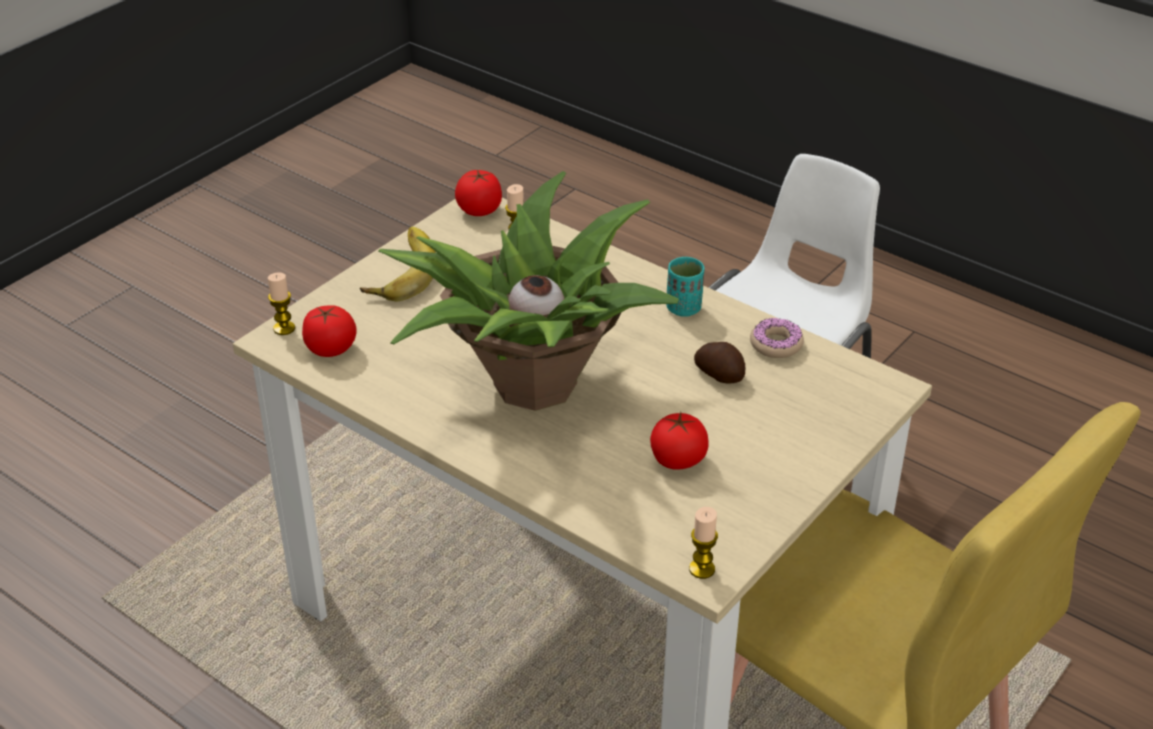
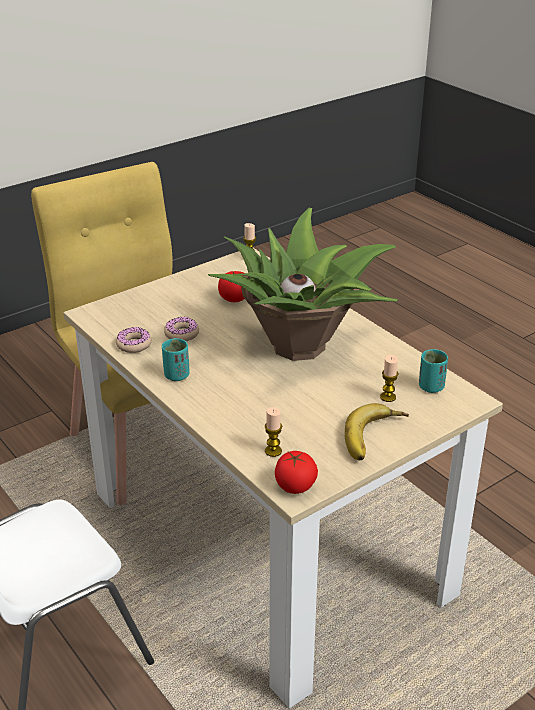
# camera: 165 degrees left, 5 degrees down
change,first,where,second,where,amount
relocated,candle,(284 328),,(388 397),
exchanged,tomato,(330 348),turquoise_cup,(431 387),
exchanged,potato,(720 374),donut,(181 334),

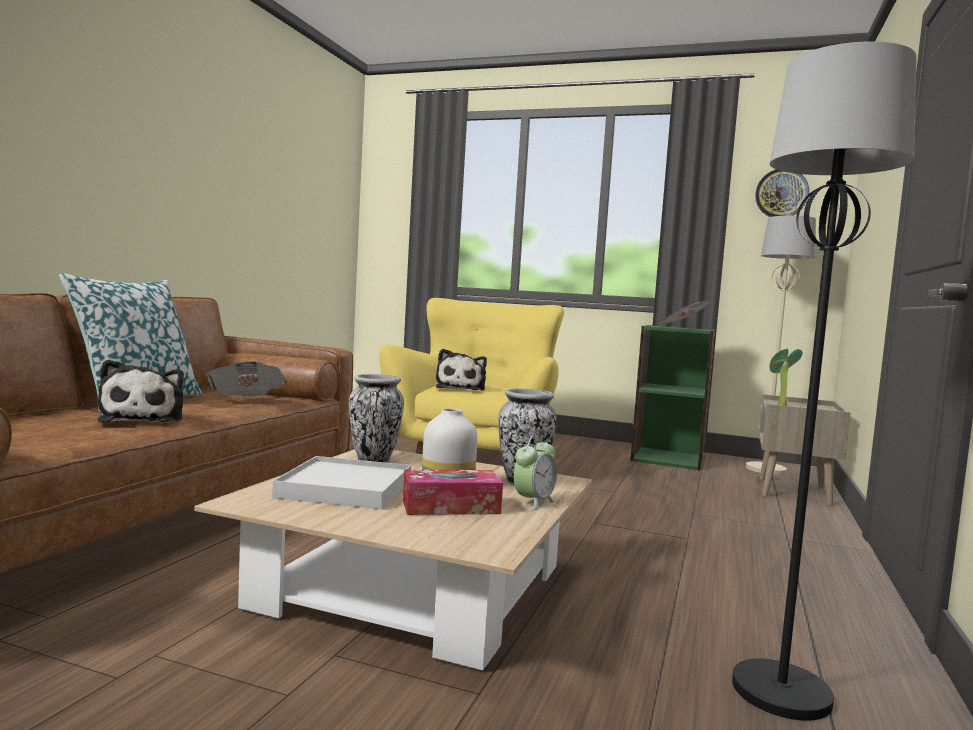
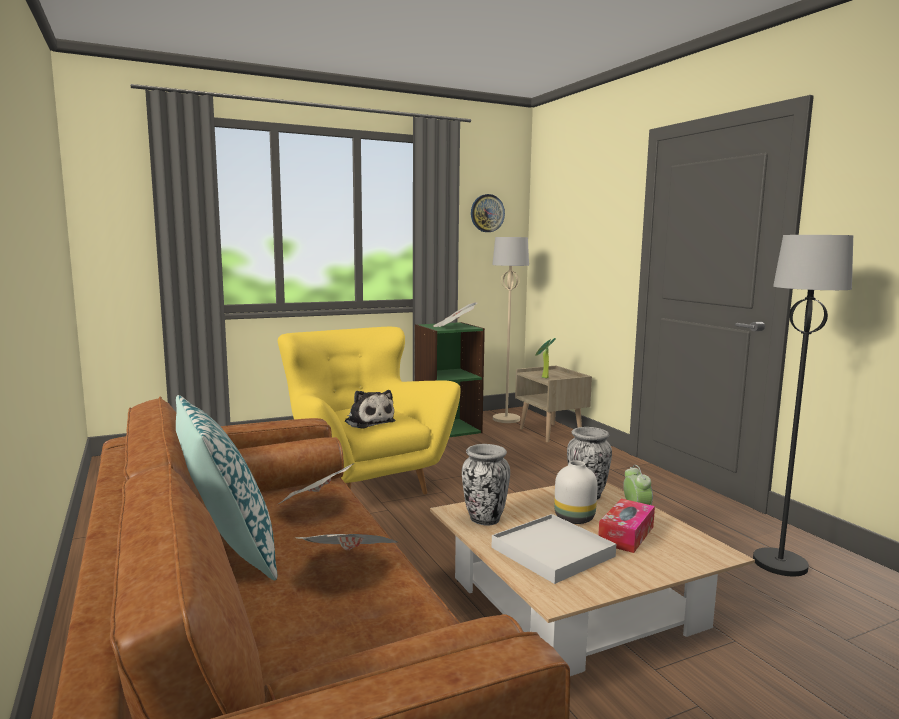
# camera: 45 degrees left, 5 degrees up
change,first,where,second,where,amount
exchanged,plush_toy,(144 418),newspaper,(350 565),

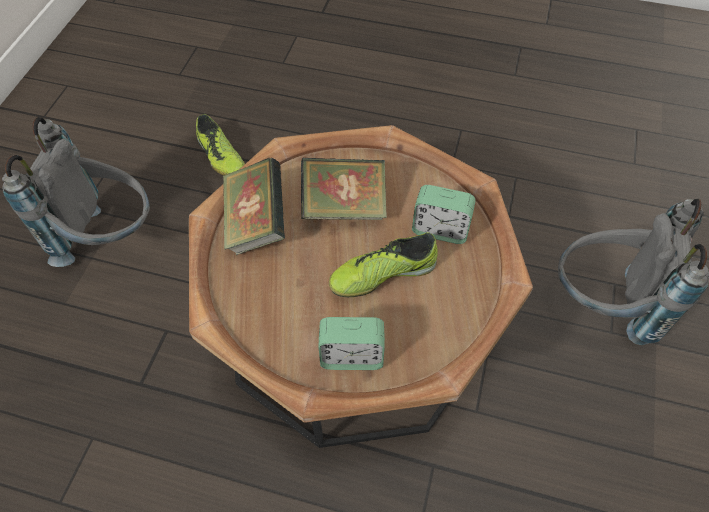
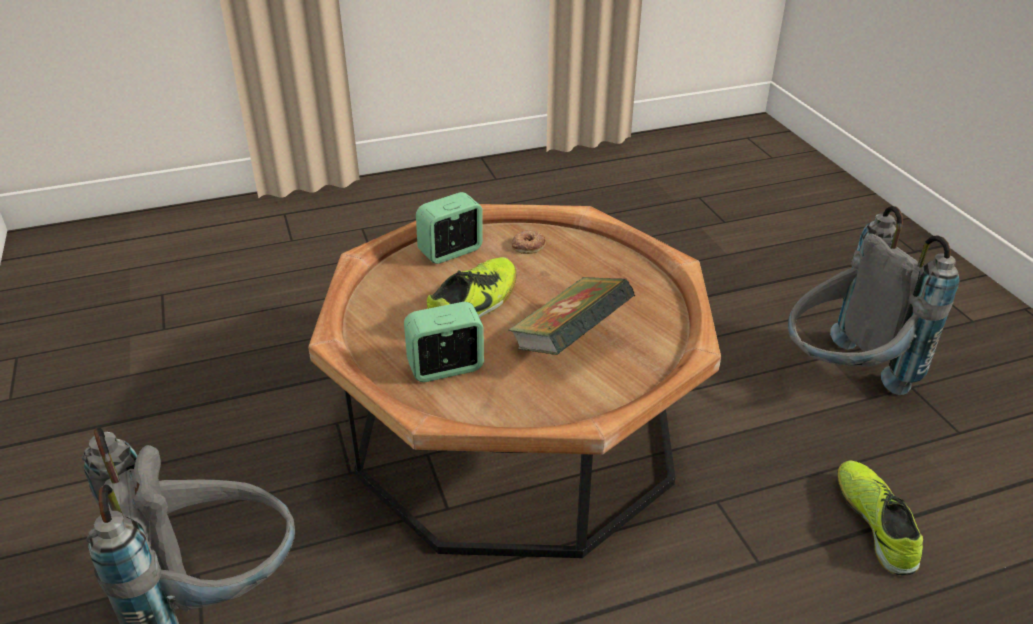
# camera: 145 degrees right, 20 degrees down
change,first,where,second,where,amount
missing,book,(256 223),,,
appeared,,,donut,(528 245),
spun,shoe,(221 156),,(875 523),60 degrees clockwise

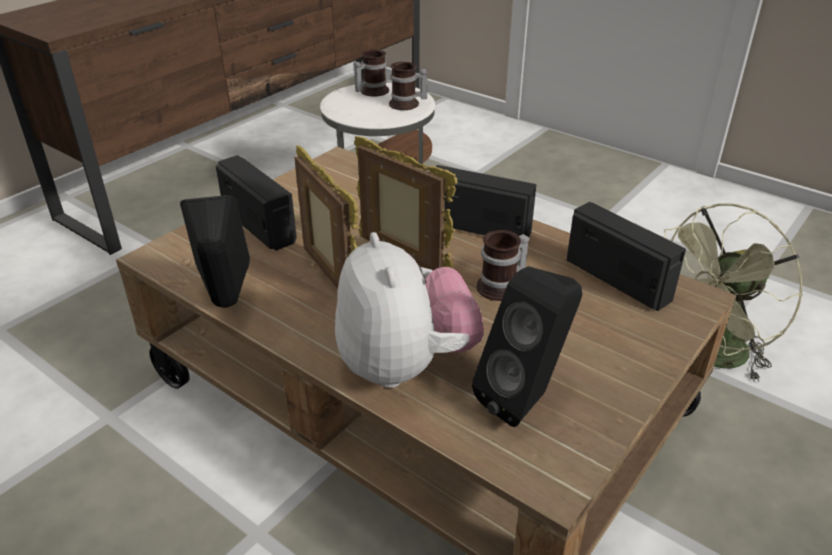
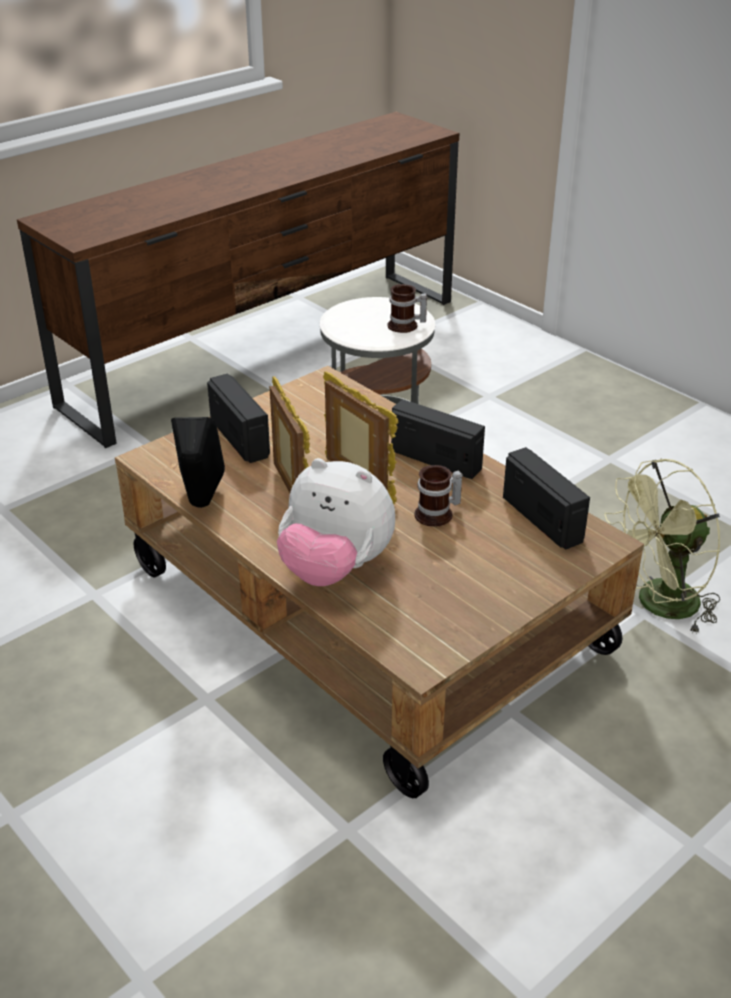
# camera: 10 degrees right, 0 degrees up
change,first,where,second,where,amount
missing,mug,(371 91),,,
missing,black_speaker,(526 399),,,
spun,plush_toy,(405 365),,(335 569),120 degrees clockwise

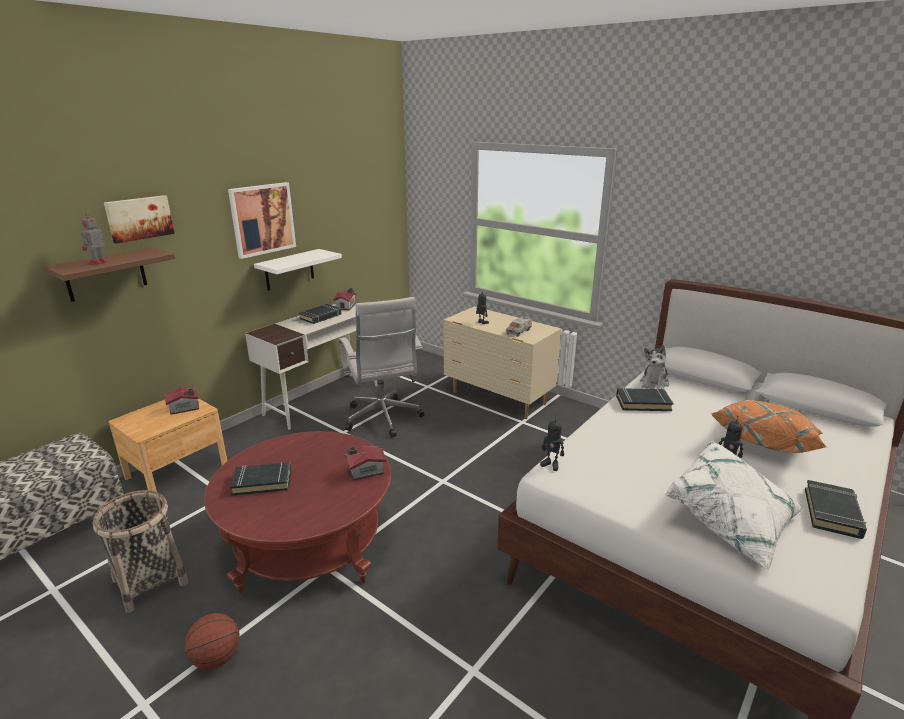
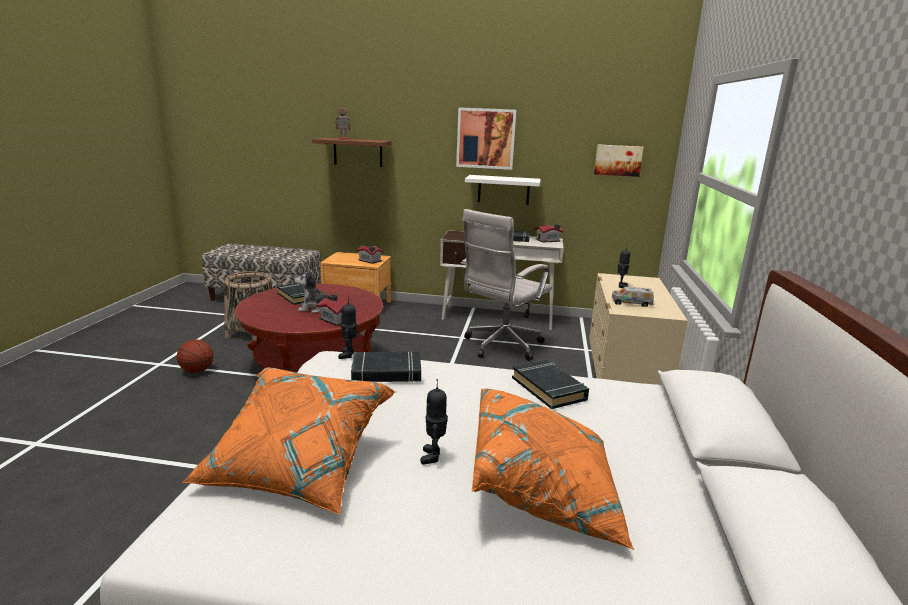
# camera: 60 degrees right, 5 degrees down
change,first,where,second,where,amount
relocated,picture,(139 218),,(618 160),
relocated,plush_toy,(654 383),,(315 308),
relocated,black_book,(832 513),,(386 372),
colour,white_pillow,(731 522),orange_pillow,(296 465),

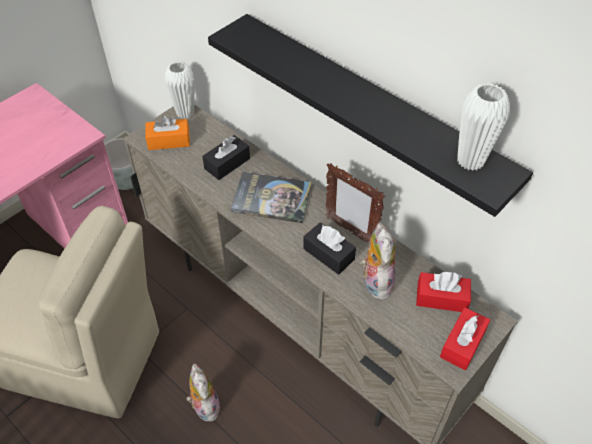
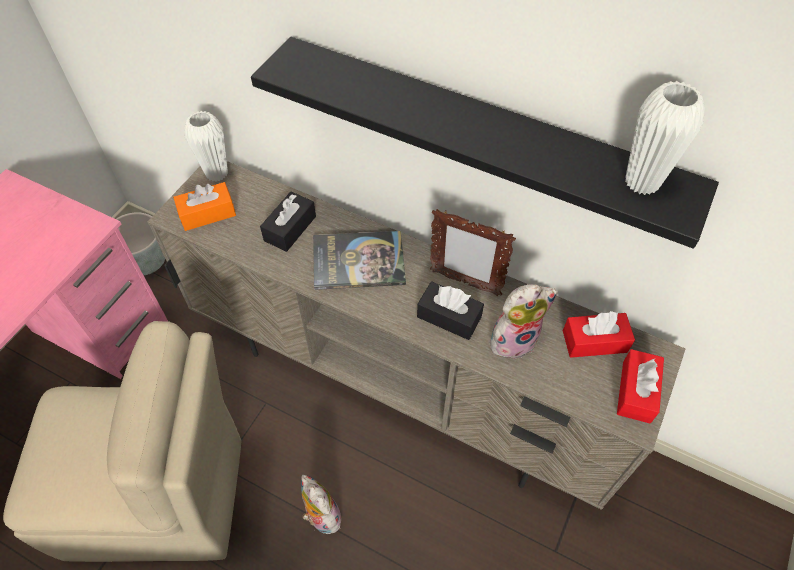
# camera: 15 degrees left, 5 degrees up
change,first,where,second,where,amount
spun,plush_toy,(375 281),,(513 339),90 degrees clockwise

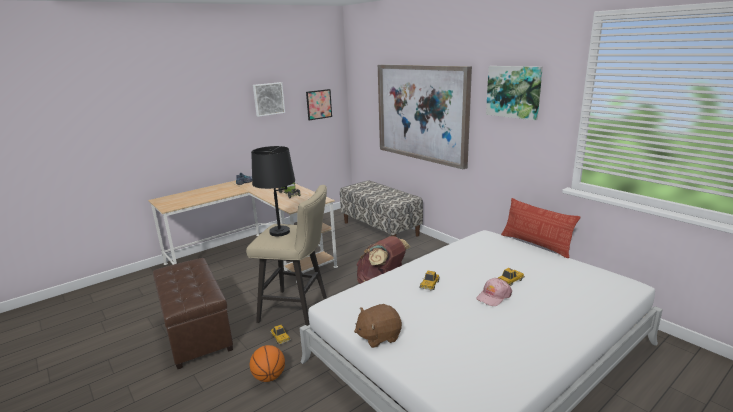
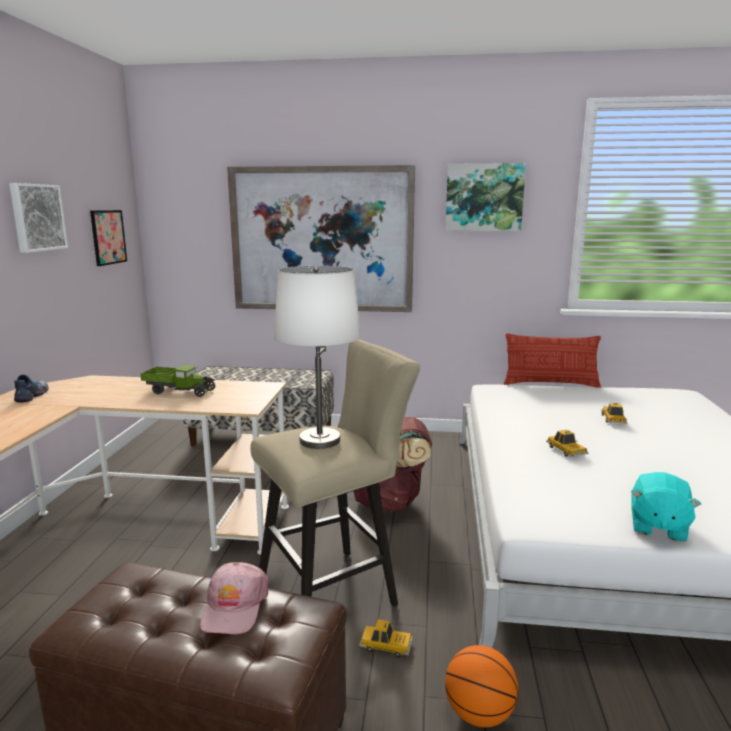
# camera: 45 degrees left, 5 degrees down
change,first,where,second,where,amount
relocated,pink_cap,(493 296),,(234 606),
colour,black_table_lamp,(279 232),white_table_lamp,(320 440),
colour,brown_plush_toy,(378 336),turquoise_plush_toy,(657 527),

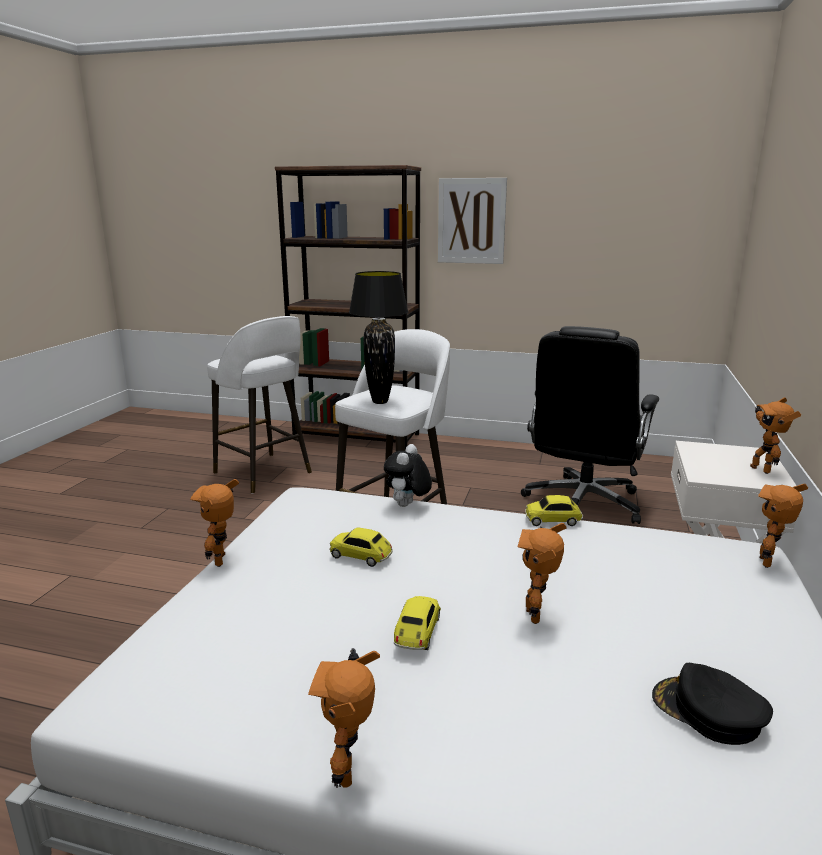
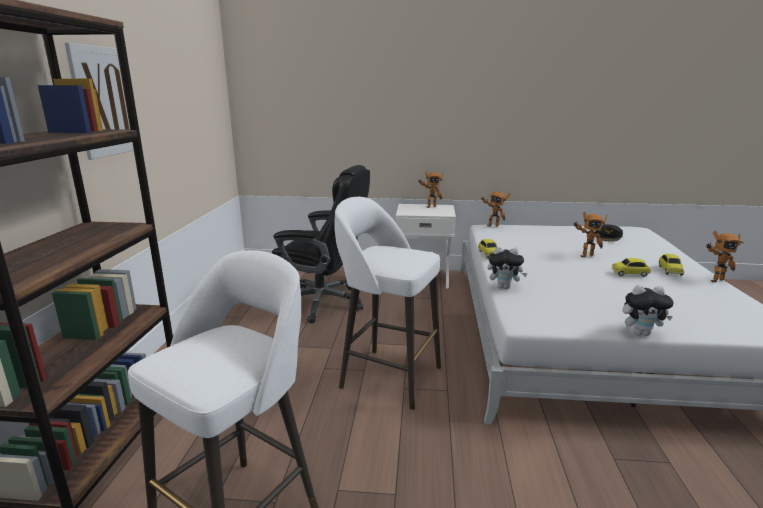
# camera: 100 degrees left, 0 degrees up
change,first,where,second,where,amount
missing,black_table_lamp,(379 402),,,
relocated,toy_car,(361 556),,(669 270),
exchanged,toy_robot,(225 560),plush_toy,(641 333),

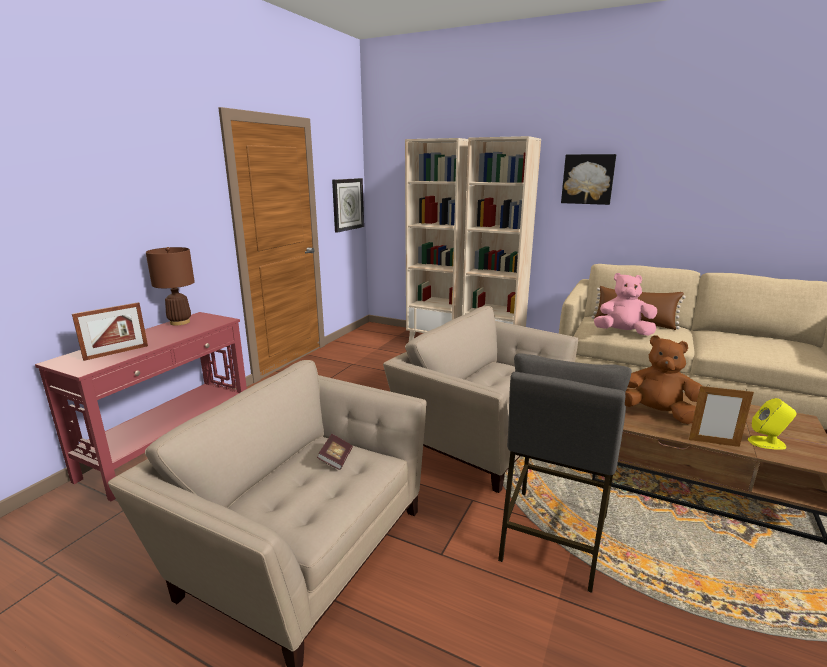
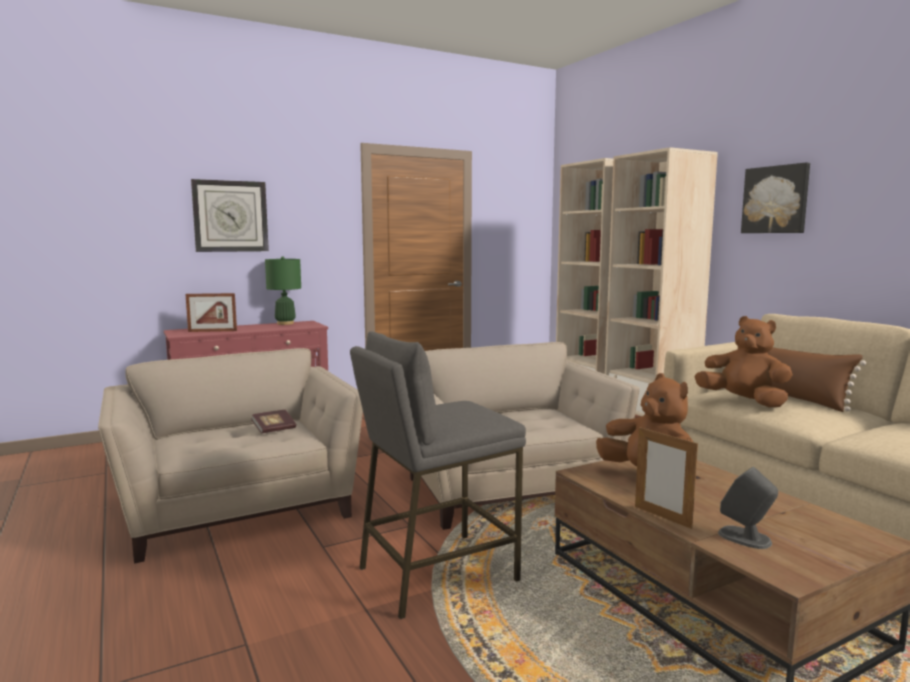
# camera: 35 degrees right, 10 degrees down
change,first,where,second,where,amount
relocated,wall_clock,(347 204),,(230 216),
colour,brown_table_lamp,(180 322),green_table_lamp,(285 323),
colour,pink_plush_toy,(623 333),brown_plush_toy,(743 401),
colour,yellow_speaker,(767 443),grey_speaker,(745 538),

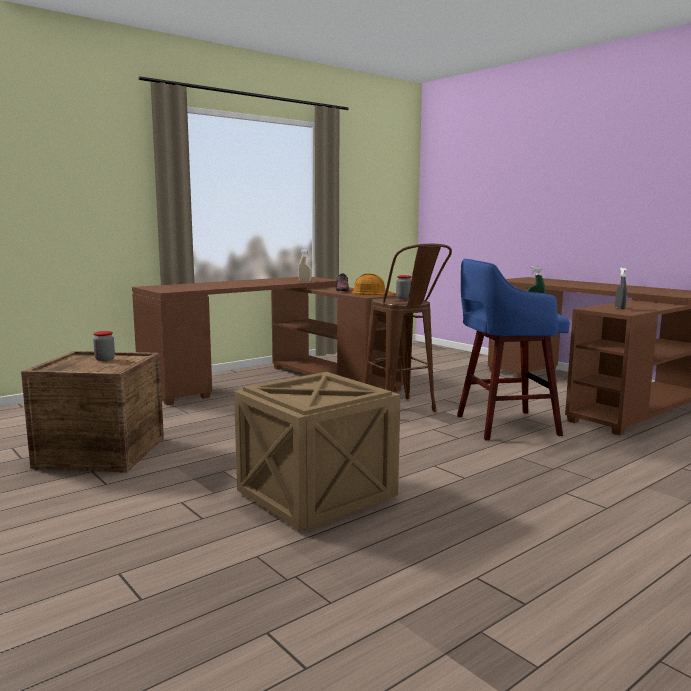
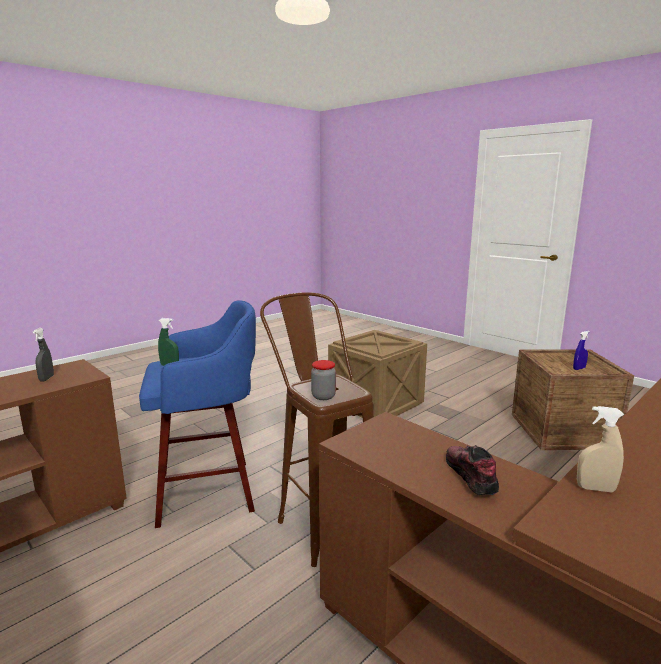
# camera: 175 degrees right, 5 degrees up
change,first,where,second,where,amount
missing,orange_hard_hat,(372 293),,,
exchanged,jar,(105 359),blue_spray_bottle,(579 368),

